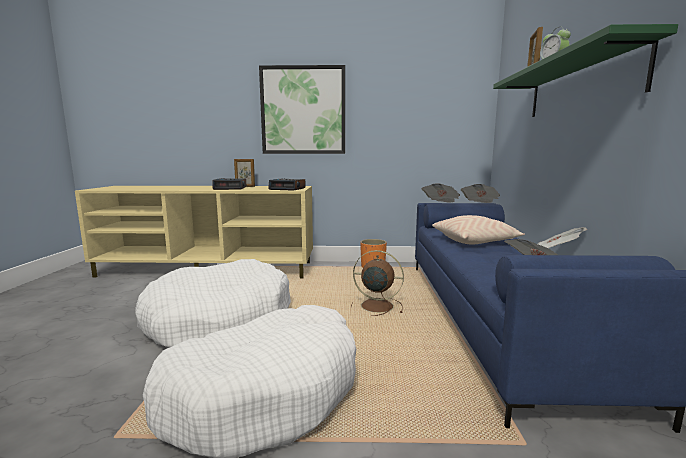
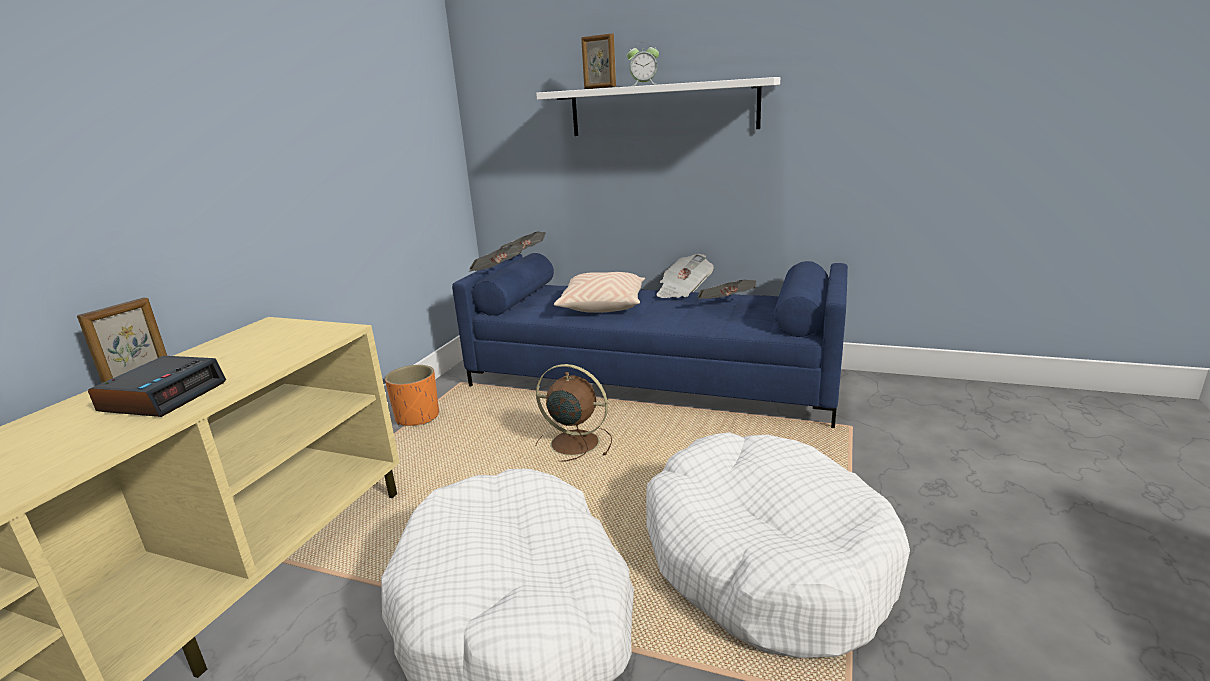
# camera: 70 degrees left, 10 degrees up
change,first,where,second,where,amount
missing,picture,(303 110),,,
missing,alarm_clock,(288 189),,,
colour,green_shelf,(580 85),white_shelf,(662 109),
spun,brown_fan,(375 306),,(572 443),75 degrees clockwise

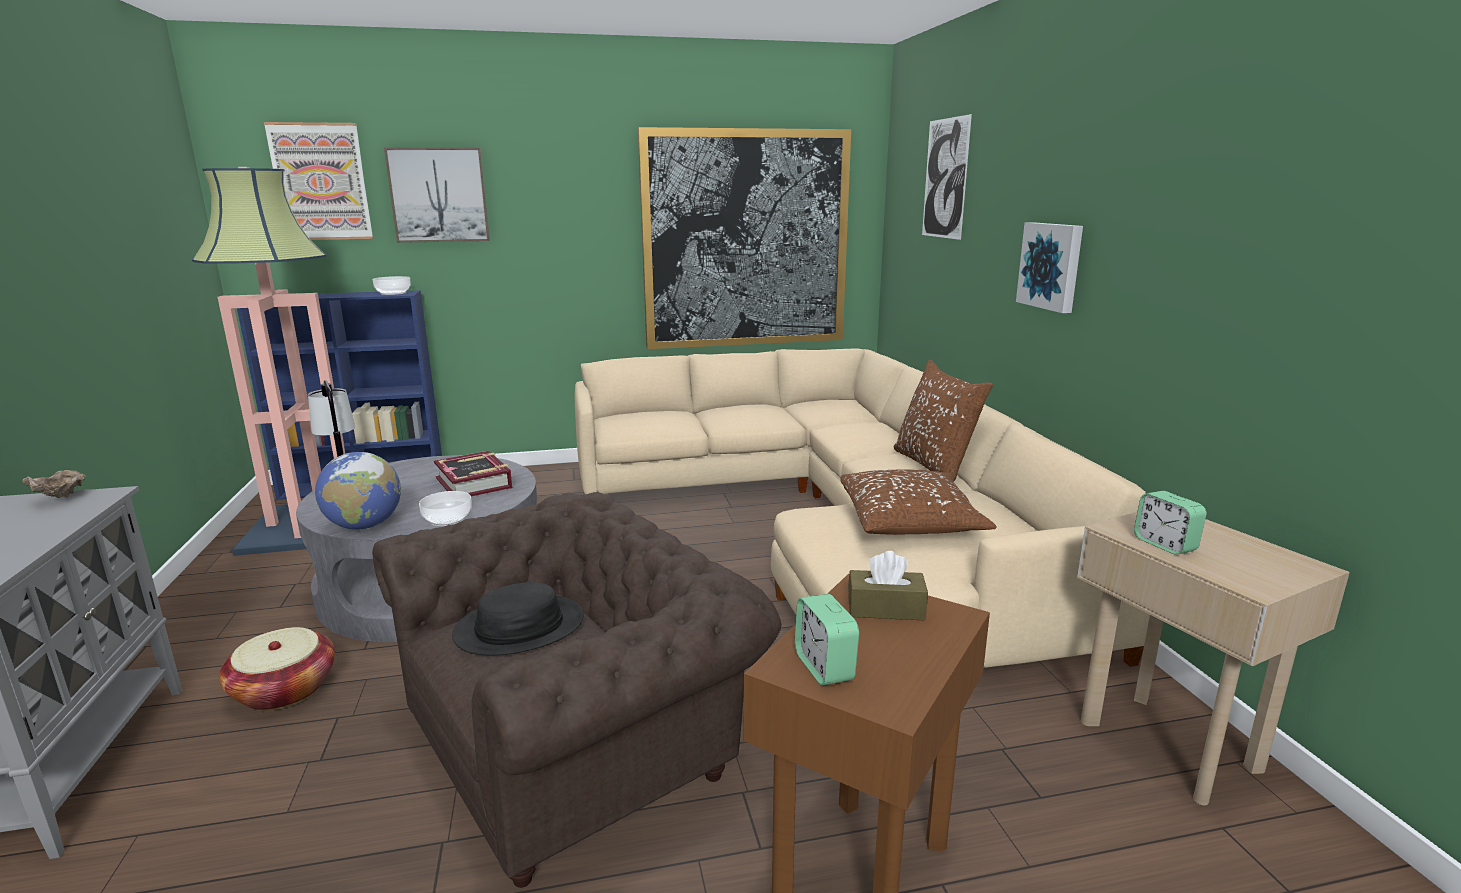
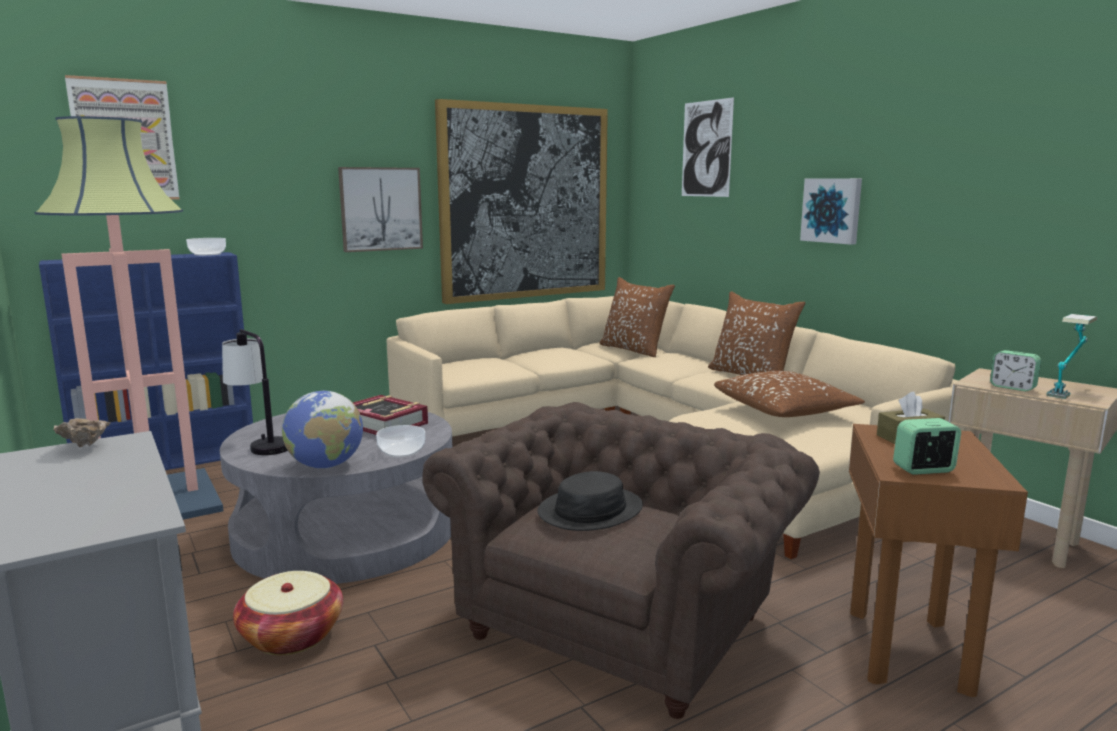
# camera: 20 degrees left, 5 degrees down
change,first,where,second,where,amount
appeared,,,brown_pillow,(634 350),
appeared,,,table_lamp,(1065 390),
relocated,picture,(439 195),,(381 209),
spun,alarm_clock,(824 667),,(924 469),120 degrees clockwise

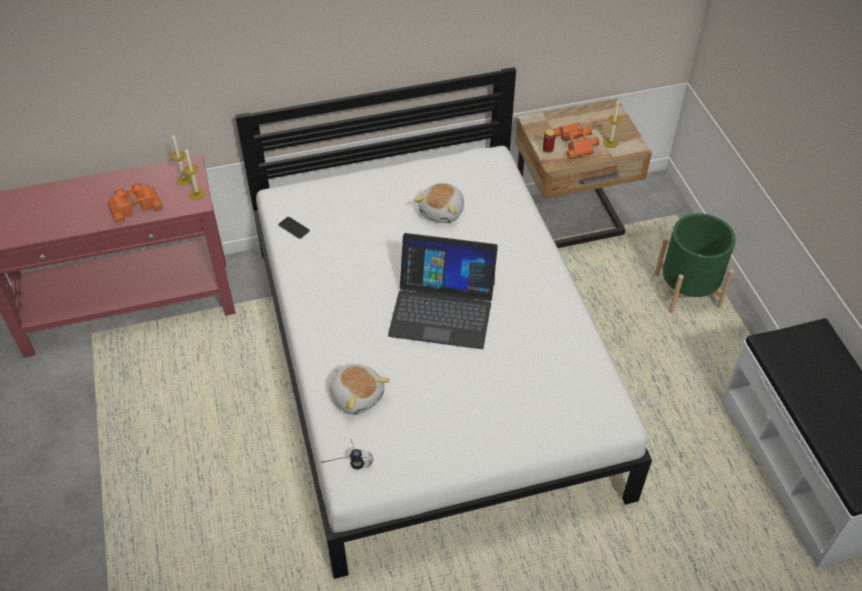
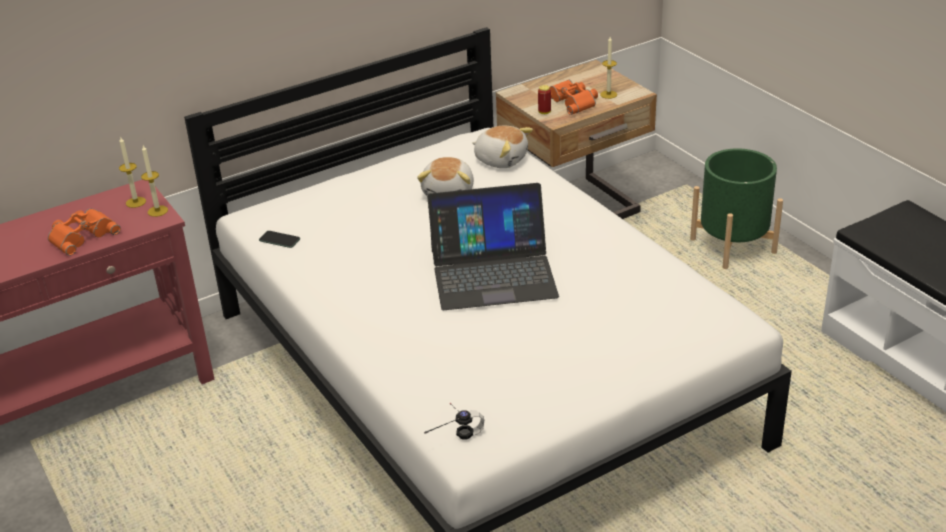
# camera: 15 degrees left, 15 degrees down
change,first,where,second,where,amount
relocated,plush_toy,(357 395),,(501 159),

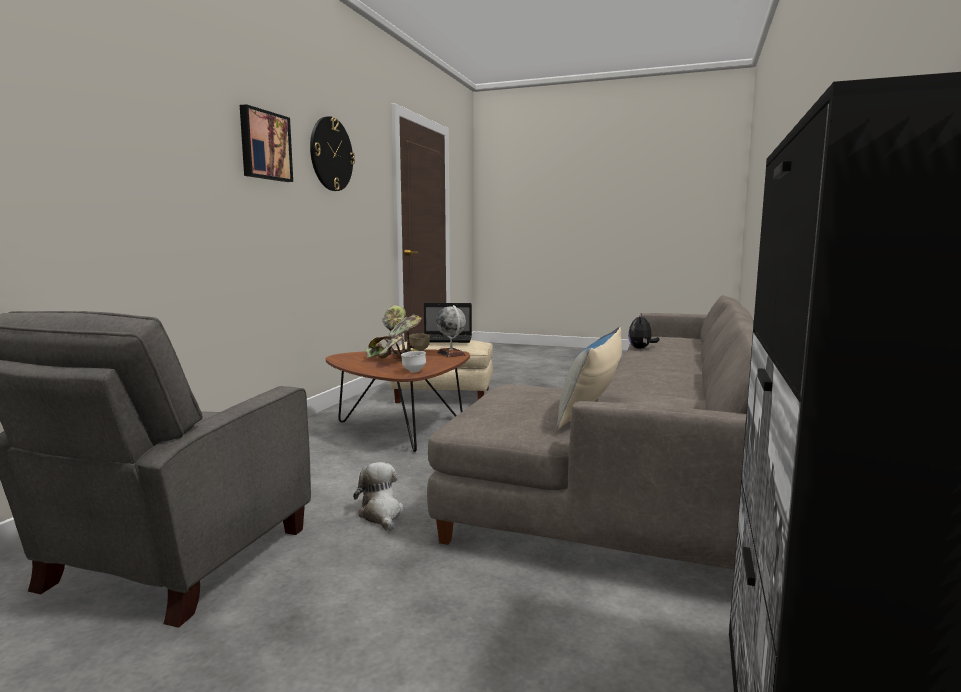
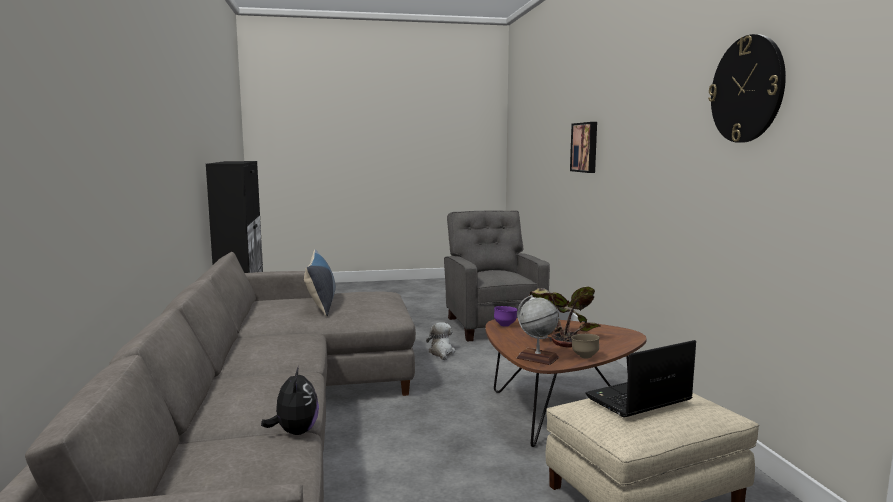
# camera: 150 degrees right, 0 degrees up
change,first,where,second,where,amount
relocated,picture,(264 145),,(585 147),
colour,white_bowl,(413 371),purple_bowl,(505 325),
spun,plush_toy,(381 515),,(441 353),135 degrees counterclockwise

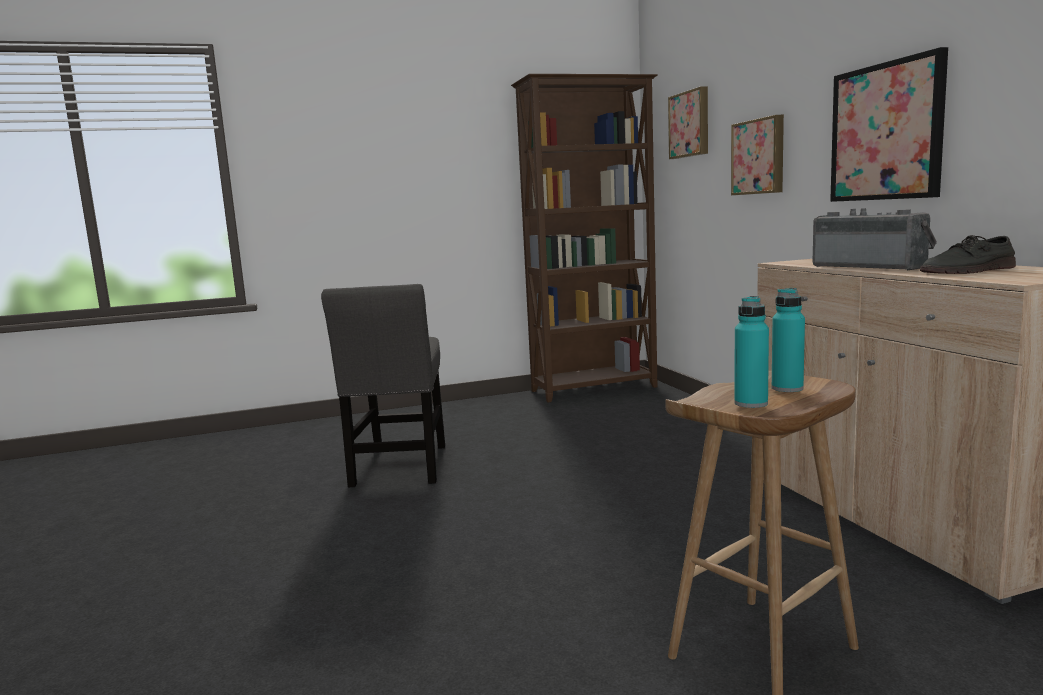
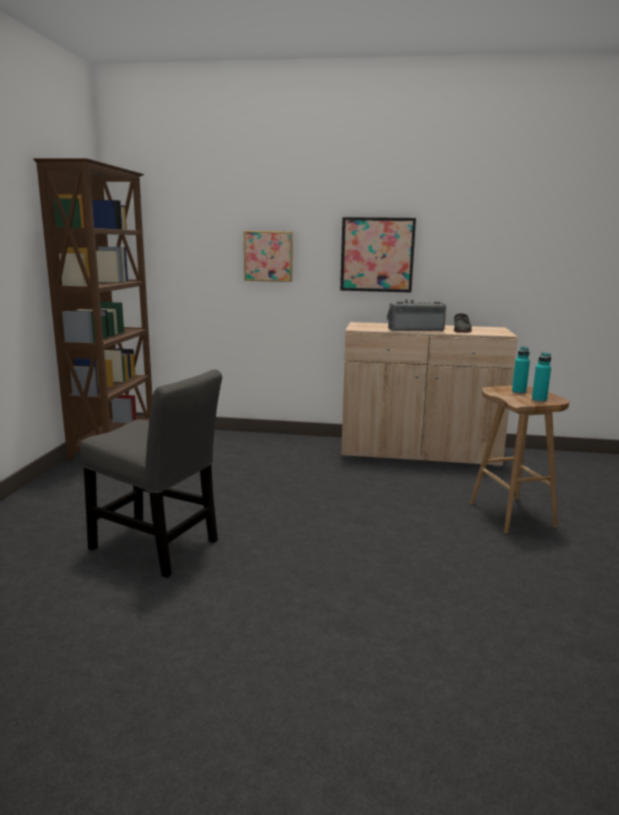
# camera: 65 degrees left, 5 degrees up
change,first,where,second,where,amount
missing,picture,(690 124),,,

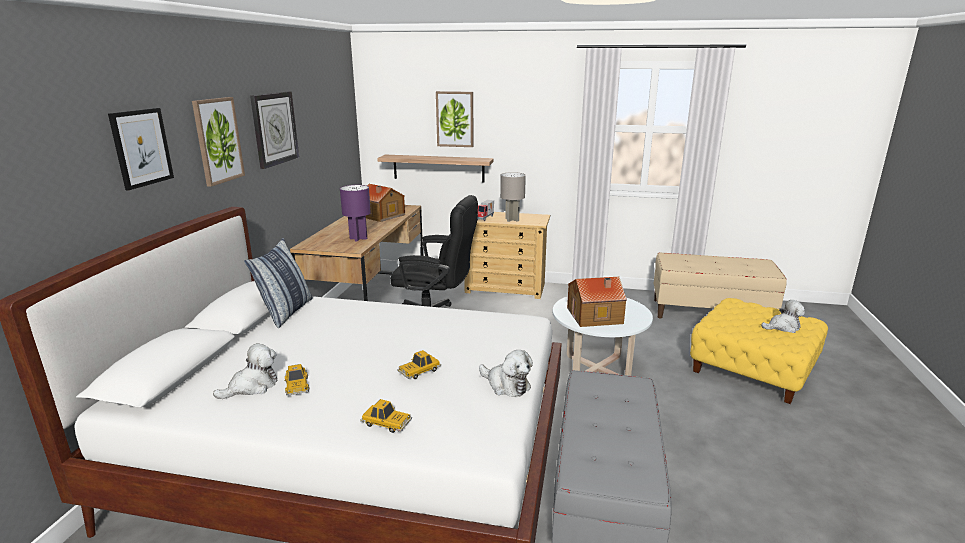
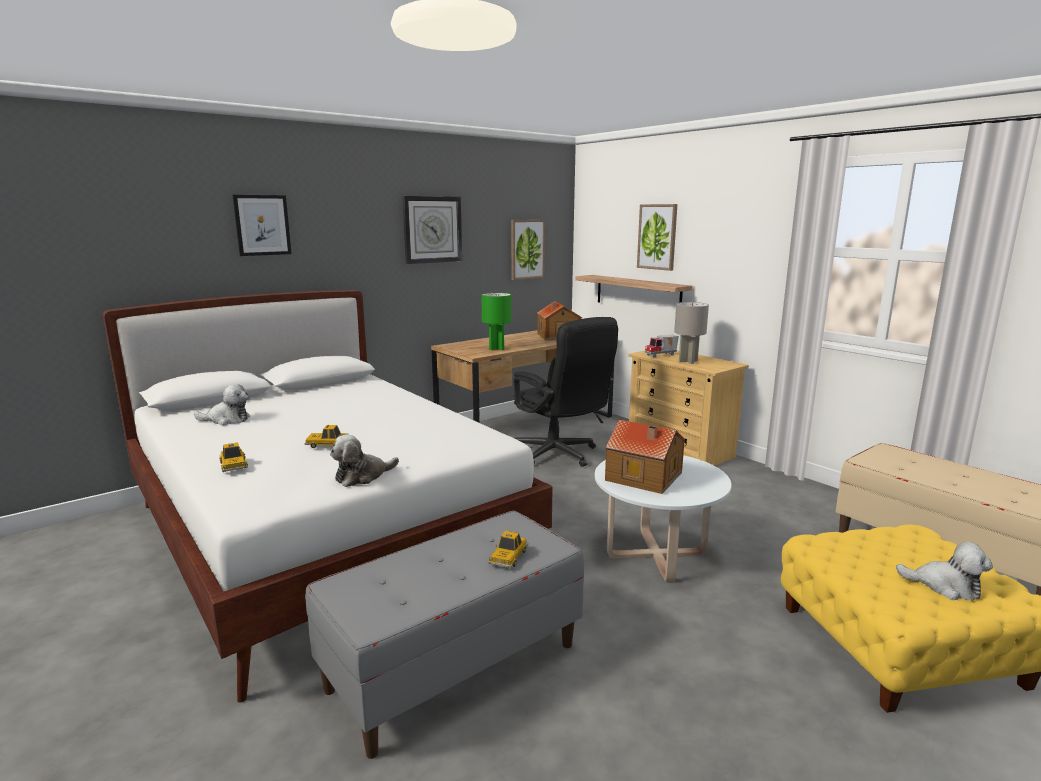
# camera: 40 degrees right, 5 degrees down
change,first,where,second,where,amount
missing,pillow,(286 312),,,
relocated,picture,(218 140),,(527 249),
relocated,toy_car,(297 386),,(508 557),
colour,purple_table_lamp,(358 238),green_table_lamp,(497 348),
spun,plush_toy,(506 385),,(362 476),60 degrees clockwise

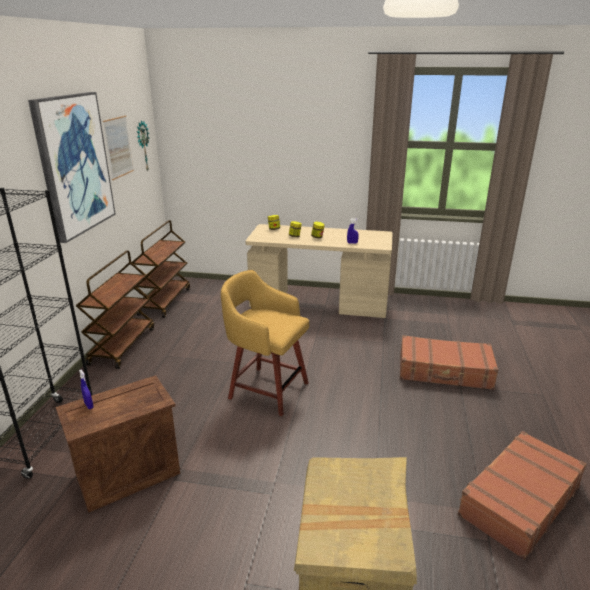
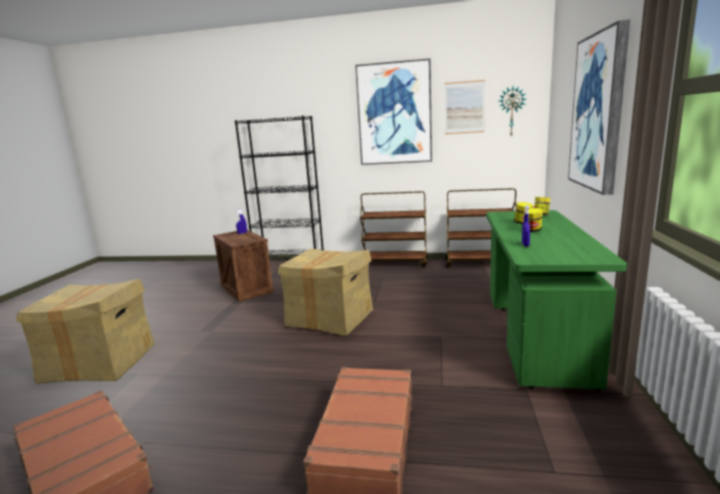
# camera: 90 degrees right, 10 degrees down
change,first,where,second,where,amount
appeared,,,picture,(598 112),
exchanged,yellow_stool,(266 389),cardboard_box,(330 318),
colour,beige_desk,(319 304),green_desk,(535 334),

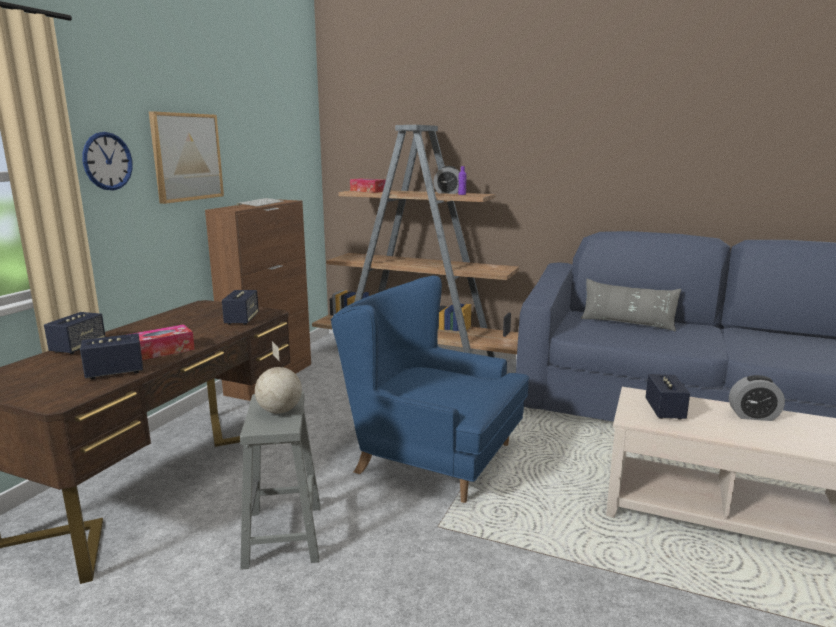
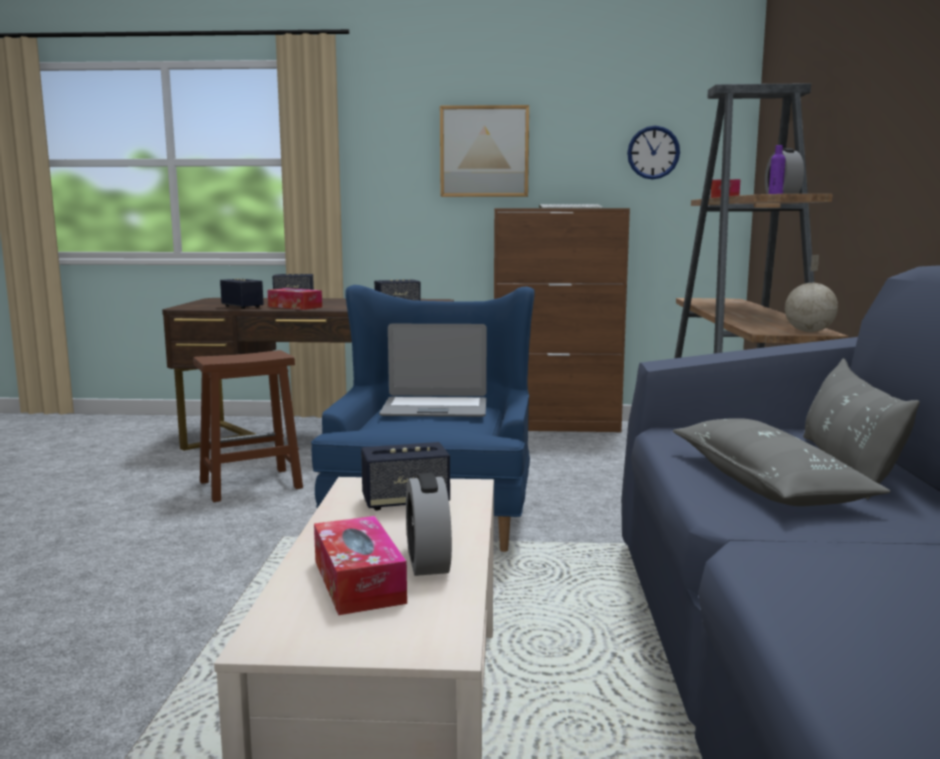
# camera: 70 degrees right, 5 degrees down
change,first,where,second,where,amount
appeared,,,tissue_box,(358 581),
appeared,,,laptop,(435 409),
appeared,,,grey_pillow,(767 483),
relocated,wall_clock,(107 161),,(653 152),
relocated,globe,(279 411),,(808 332),
colour,grey_stool,(284 536),brown_stool,(249 485),

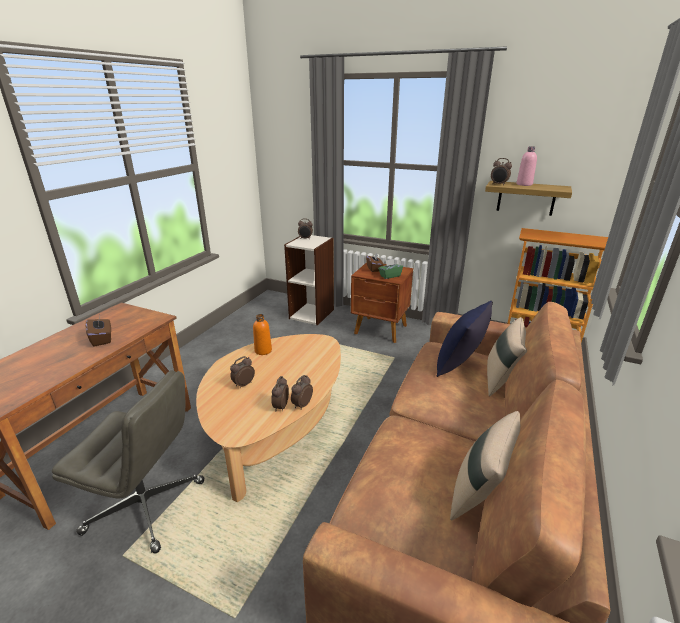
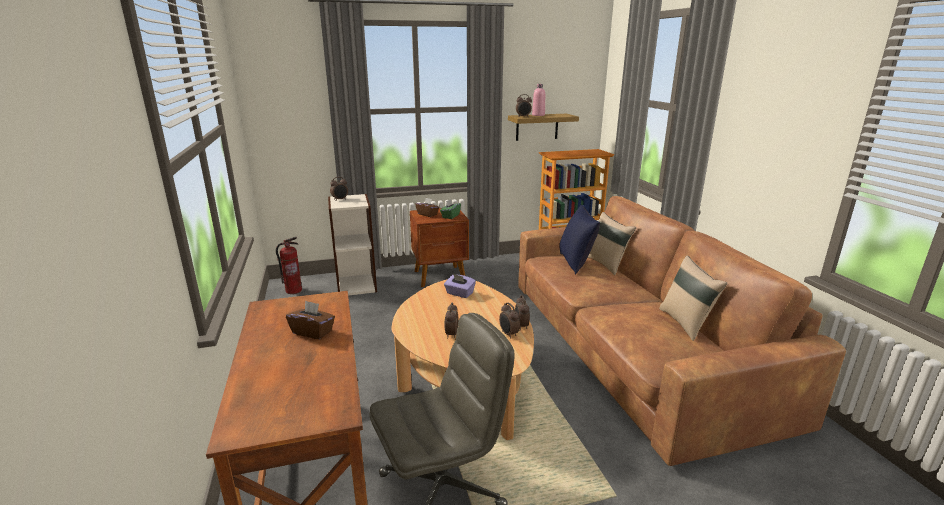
# camera: 40 degrees left, 5 degrees down
change,first,where,second,where,amount
missing,orange_bottle,(263 350),,,
appeared,,,fire_extinguisher,(294 290),
appeared,,,purple_tissue_box,(459 293),

